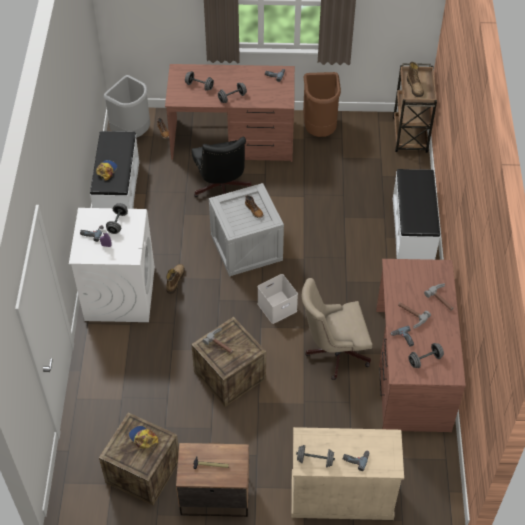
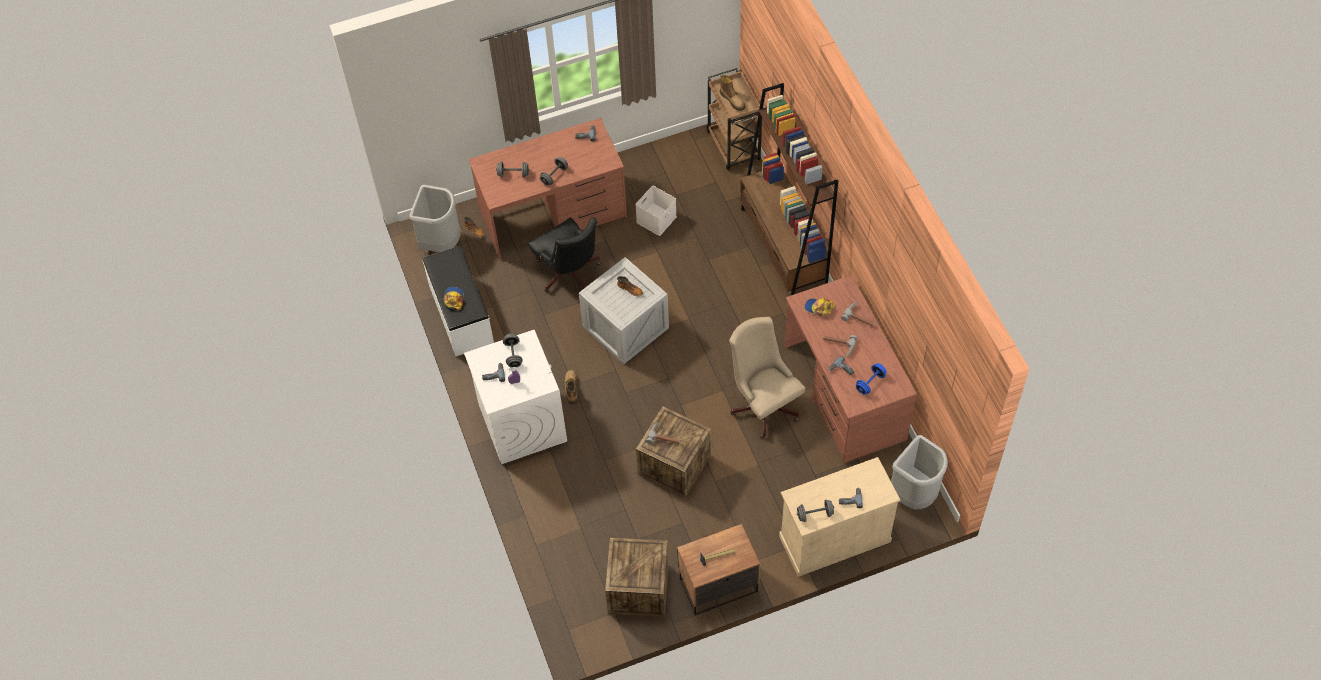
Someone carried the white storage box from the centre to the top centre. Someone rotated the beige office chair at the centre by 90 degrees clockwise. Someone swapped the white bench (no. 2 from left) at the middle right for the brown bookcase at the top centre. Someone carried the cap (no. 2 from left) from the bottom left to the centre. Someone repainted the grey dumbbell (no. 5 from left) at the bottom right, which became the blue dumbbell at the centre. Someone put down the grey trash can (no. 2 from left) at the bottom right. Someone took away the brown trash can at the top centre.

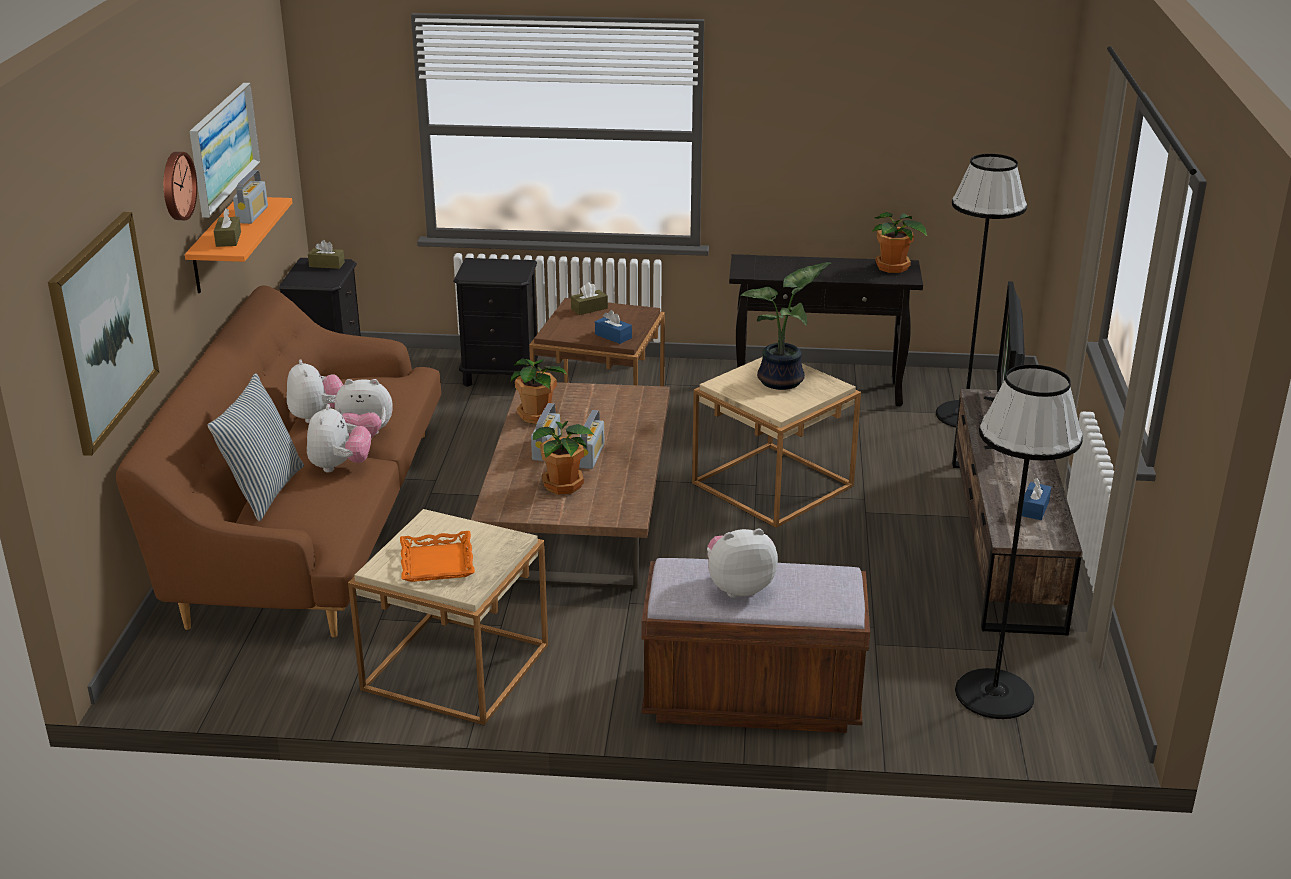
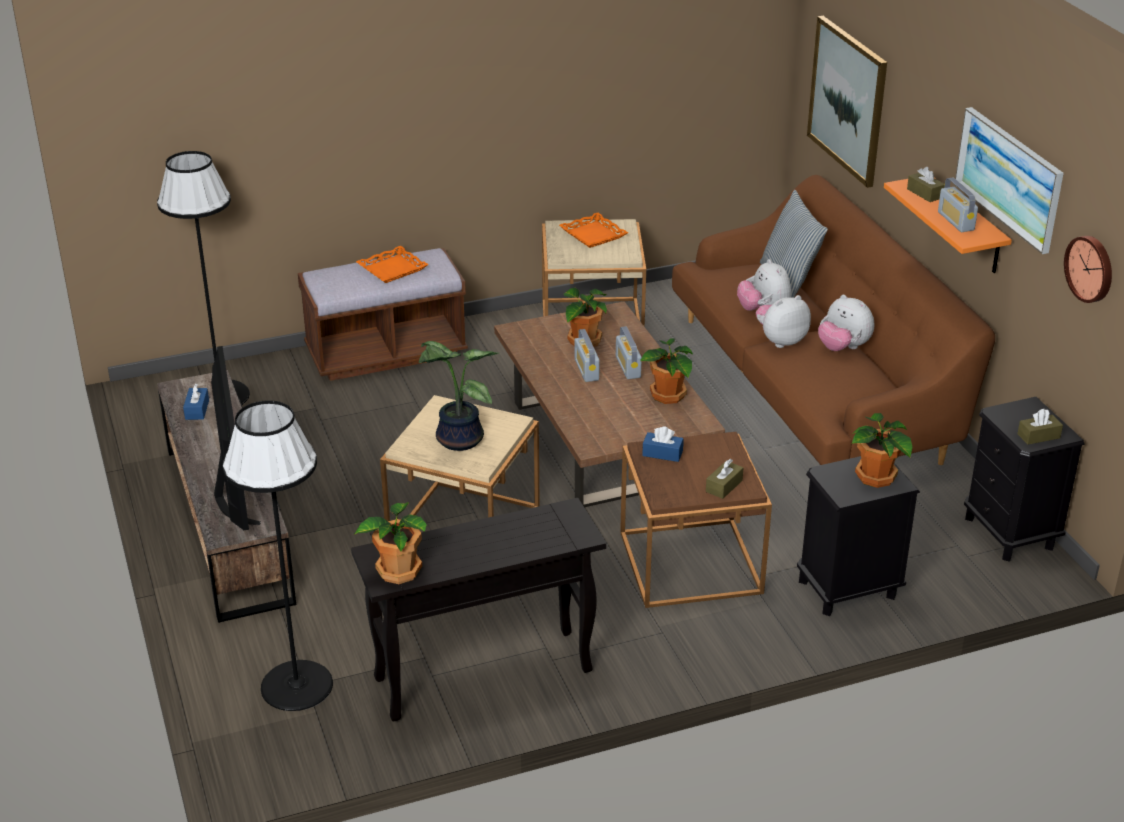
Someone swapped the plush toy (no. 4 from left) at the centre for the orange tray (no. 1 from left) at the top centre. Someone put down the potted plant (no. 5 from left) at the middle right. Someone carried the wall clock from the top left to the top right.

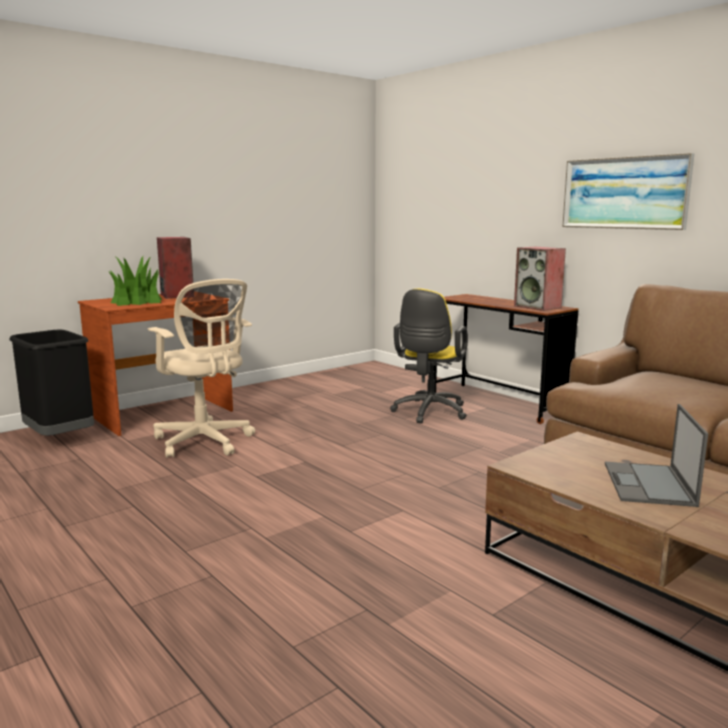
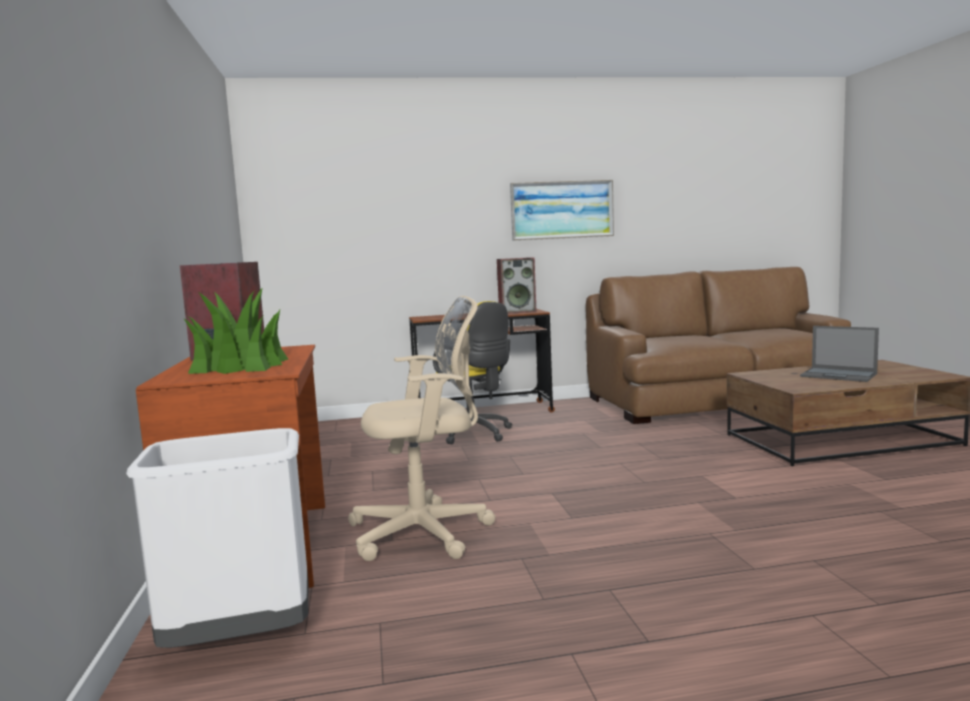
Someone repainted the black trash can at the middle left, which became the white trash can at the bottom left.

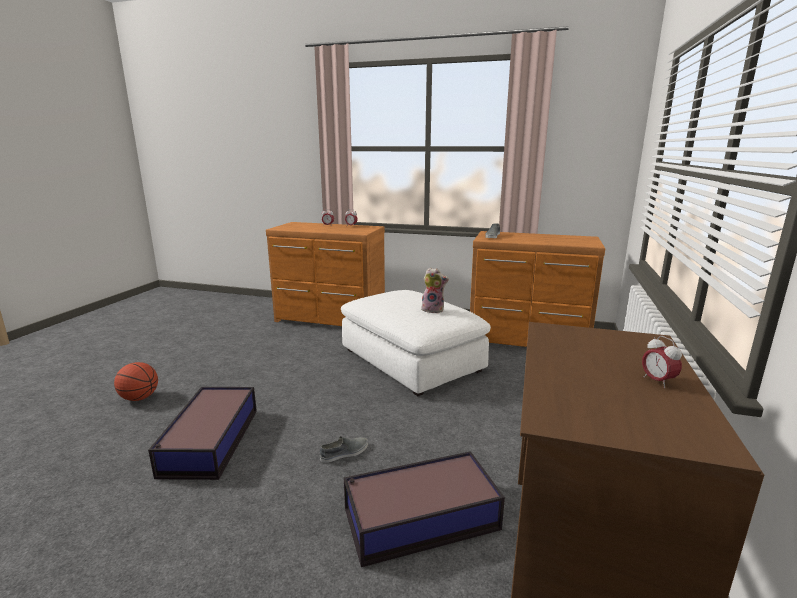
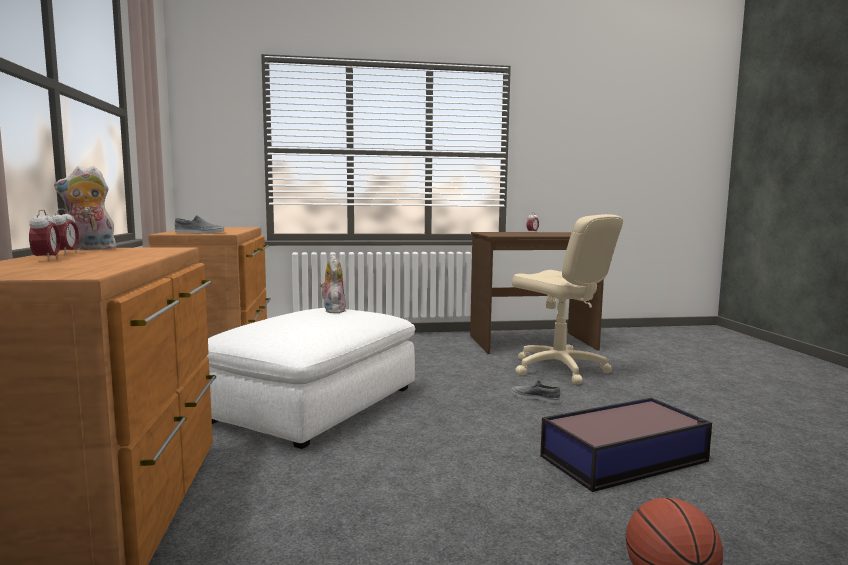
Someone put down the plush toy (no. 1 from left) at the middle left. Someone swapped the storage box (no. 2 from left) at the bottom centre for the beige office chair at the middle right.

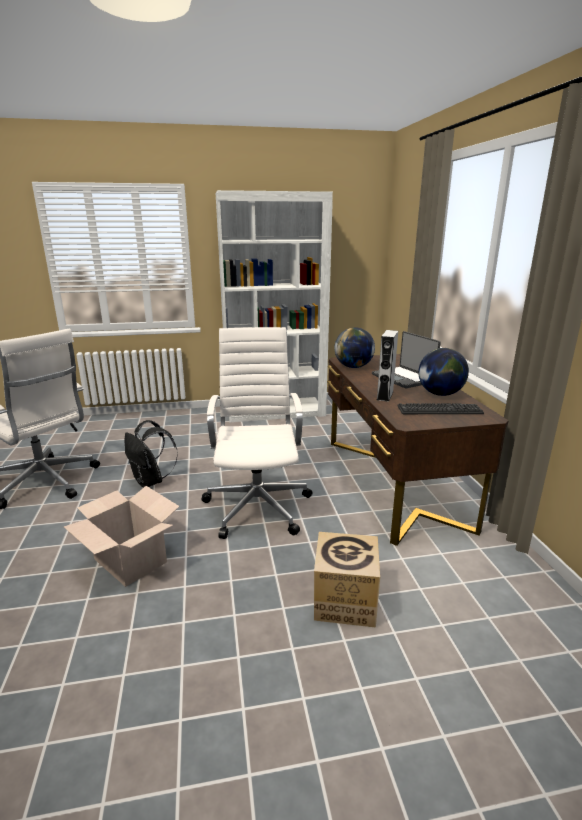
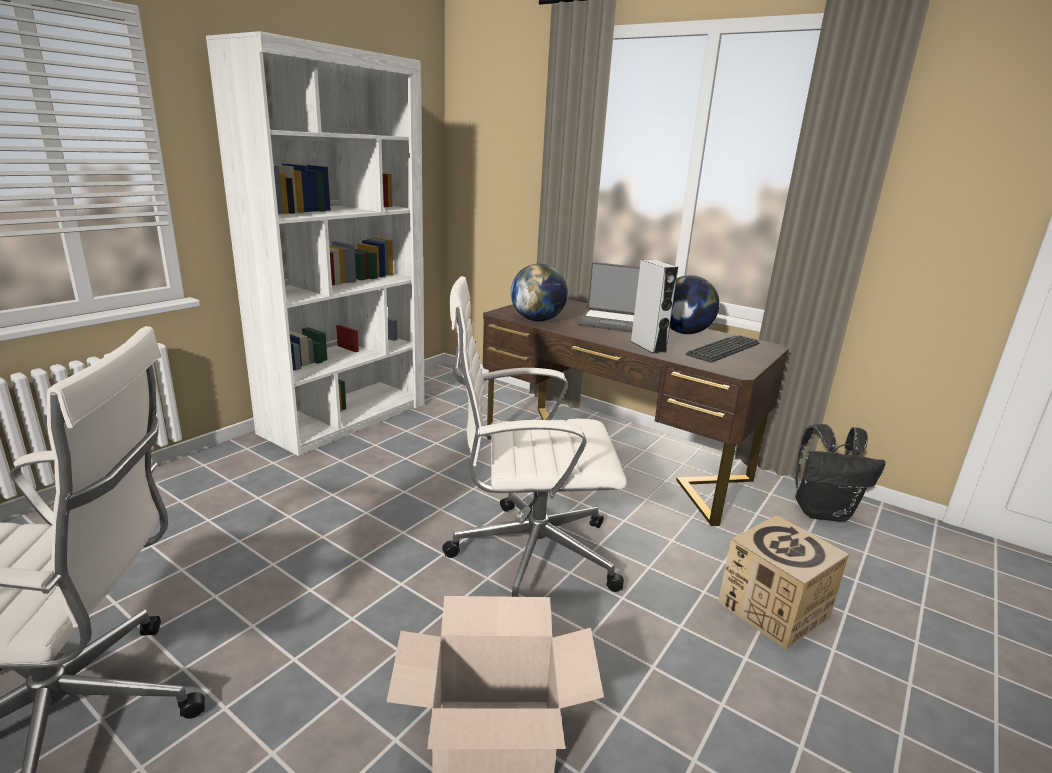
Someone rotated the white office chair (no. 2 from left) at the centre by 45 degrees counterclockwise. Someone carried the black backpack from the middle left to the middle right.

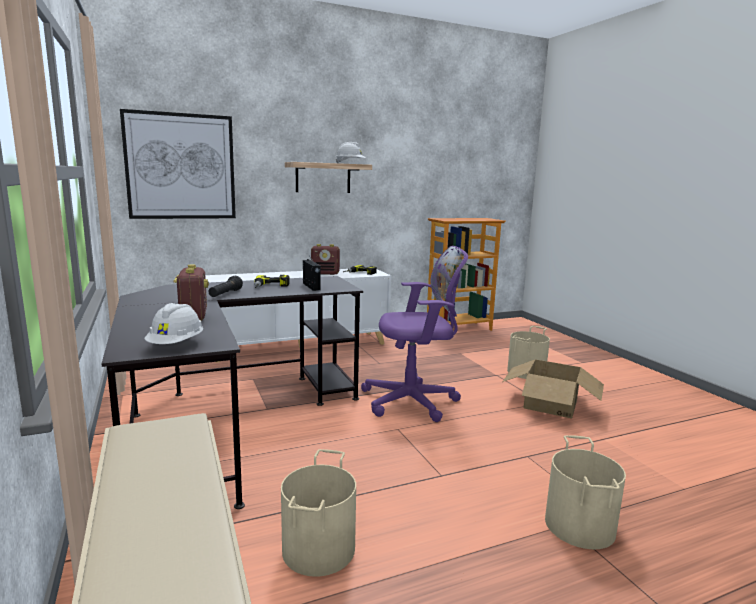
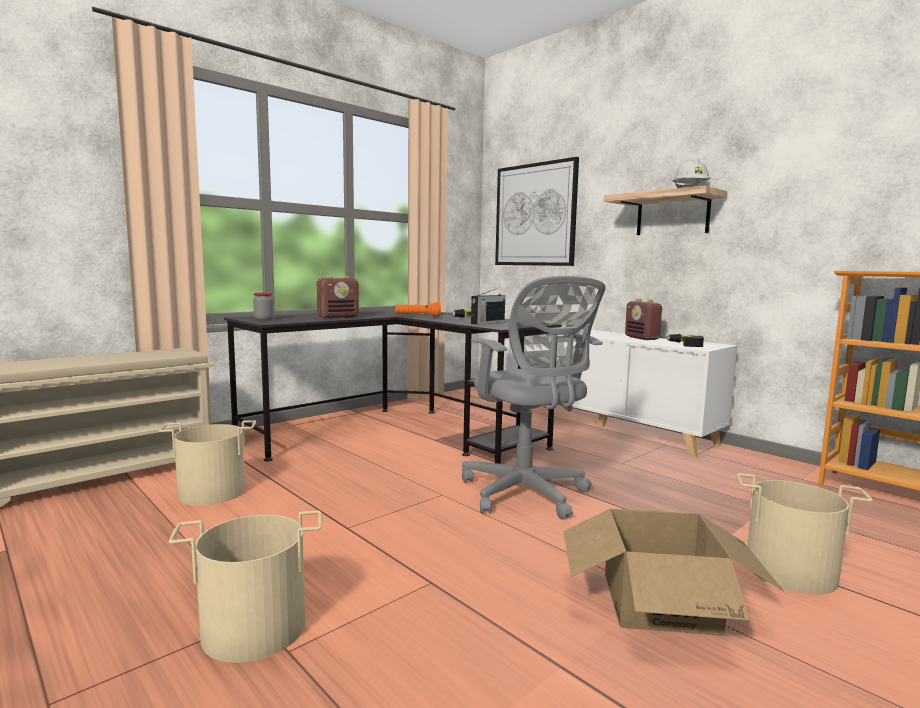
Someone swapped the white hard hat (no. 1 from left) at the middle left for the jar at the middle left. Someone repainted the black flashlight at the middle left, which became the orange flashlight at the centre. Someone repainted the purple office chair at the centre, which became the grey office chair at the centre.

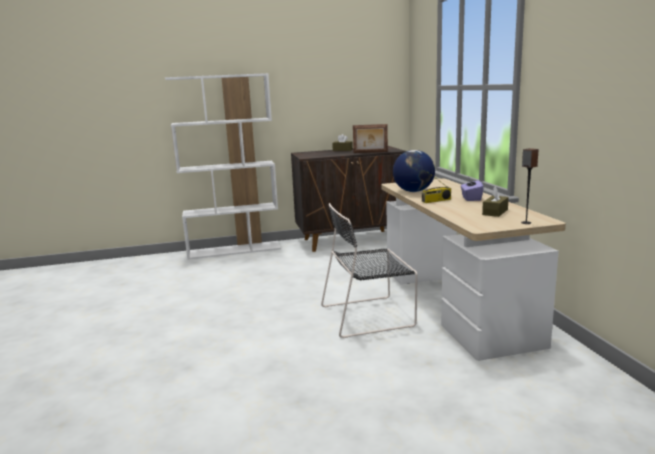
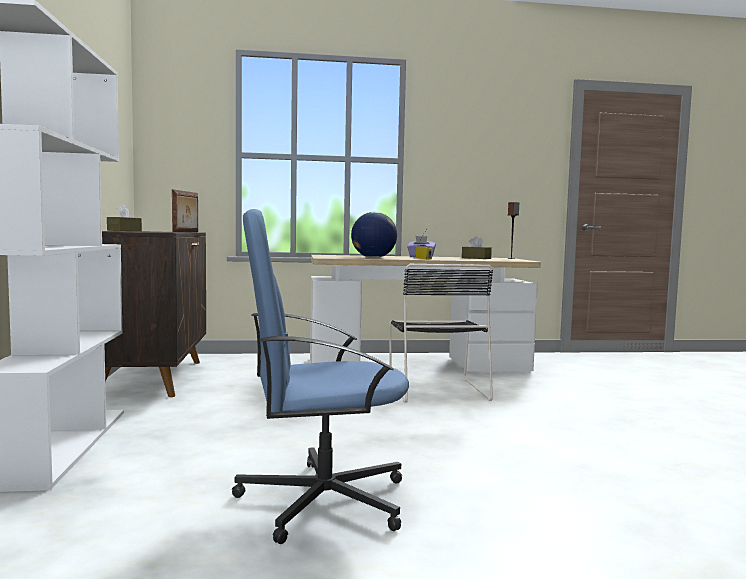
Someone put down the blue office chair at the centre.

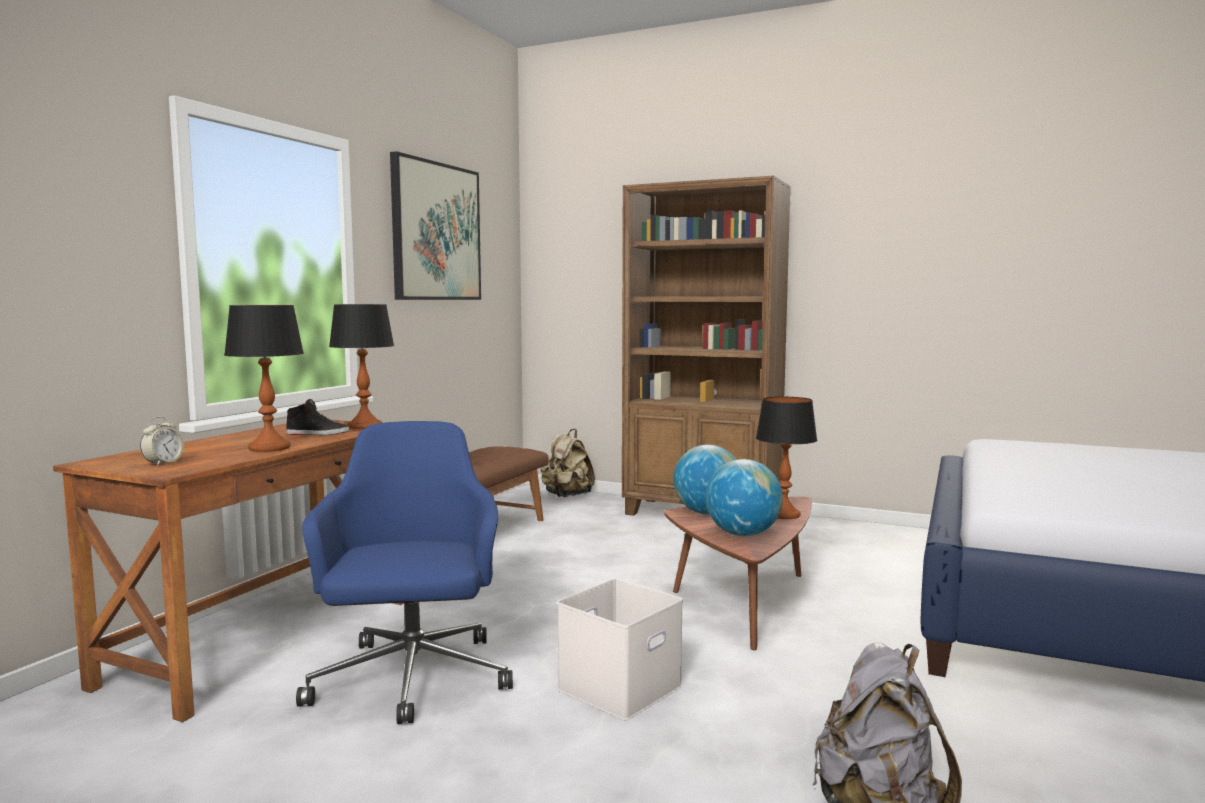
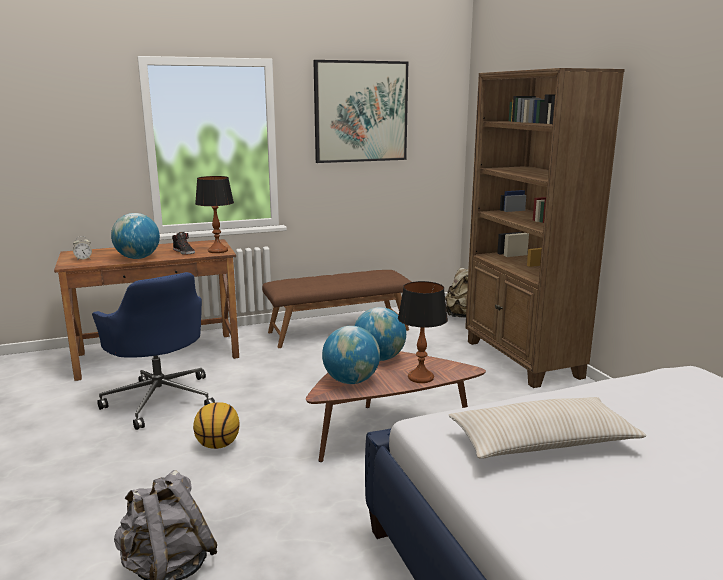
Someone rotated the blue office chair at the bottom centre by 105 degrees clockwise. Someone swapped the table lamp (no. 1 from left) at the middle left for the globe (no. 1 from left) at the middle left. Someone swapped the white storage box at the bottom centre for the basketball at the bottom left. Someone put down the beige pillow at the bottom right.

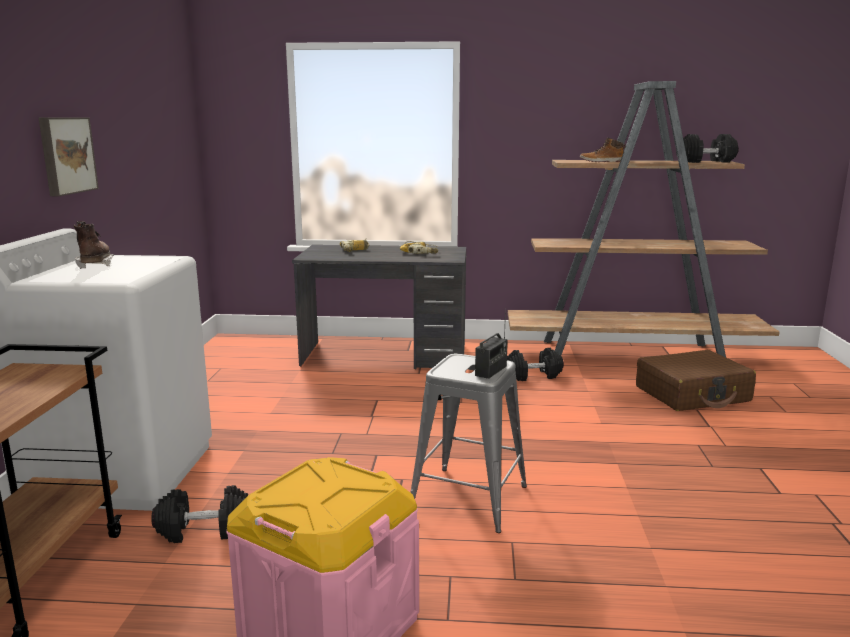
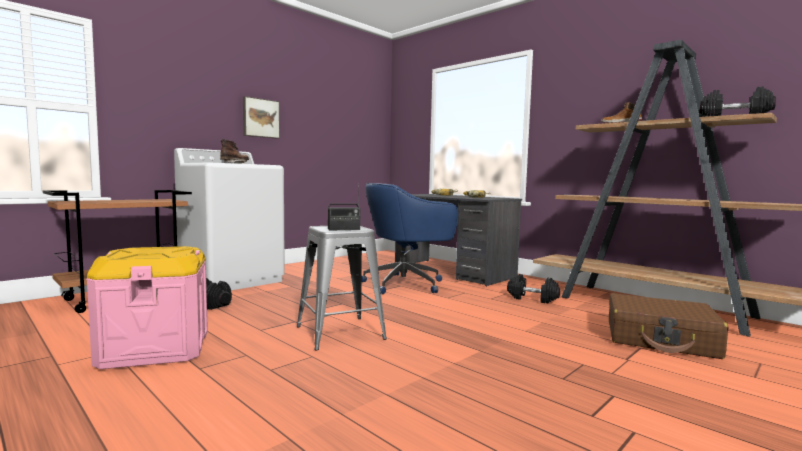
Someone put down the blue office chair at the centre.

